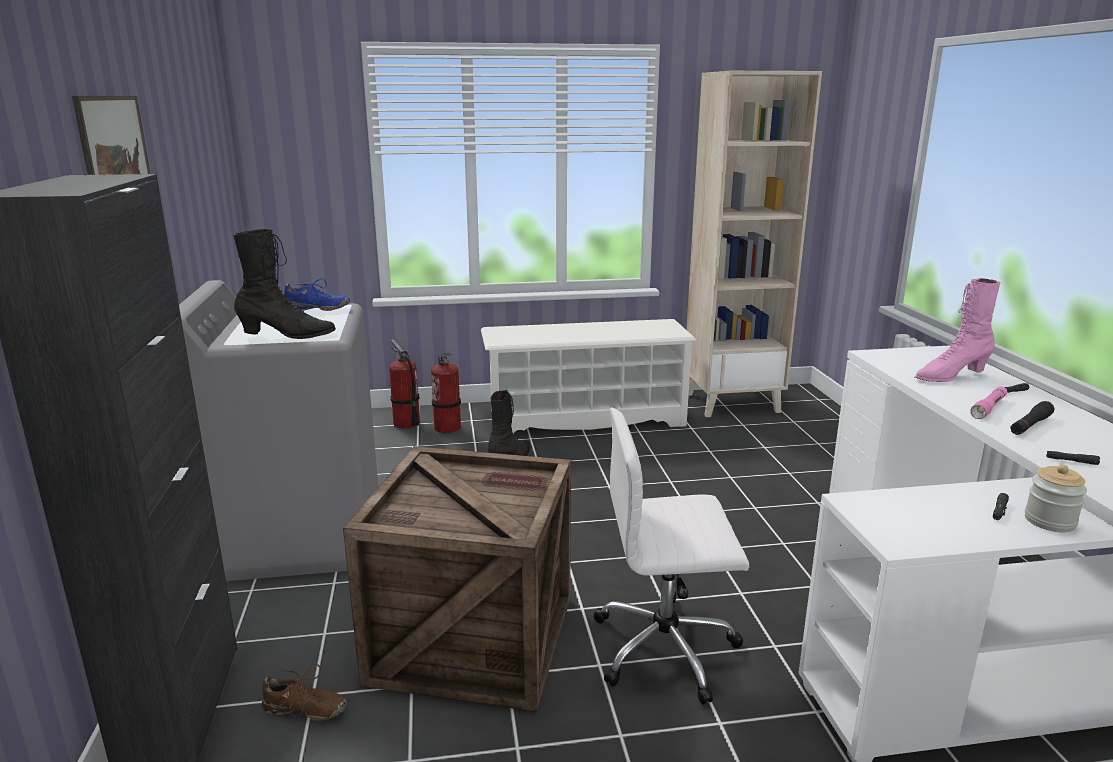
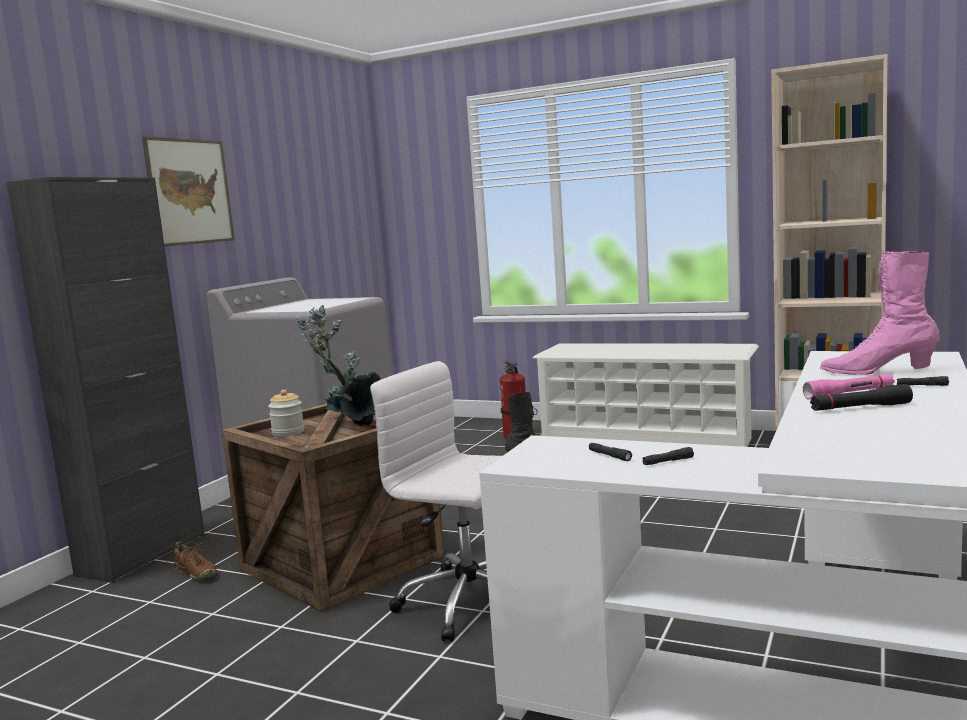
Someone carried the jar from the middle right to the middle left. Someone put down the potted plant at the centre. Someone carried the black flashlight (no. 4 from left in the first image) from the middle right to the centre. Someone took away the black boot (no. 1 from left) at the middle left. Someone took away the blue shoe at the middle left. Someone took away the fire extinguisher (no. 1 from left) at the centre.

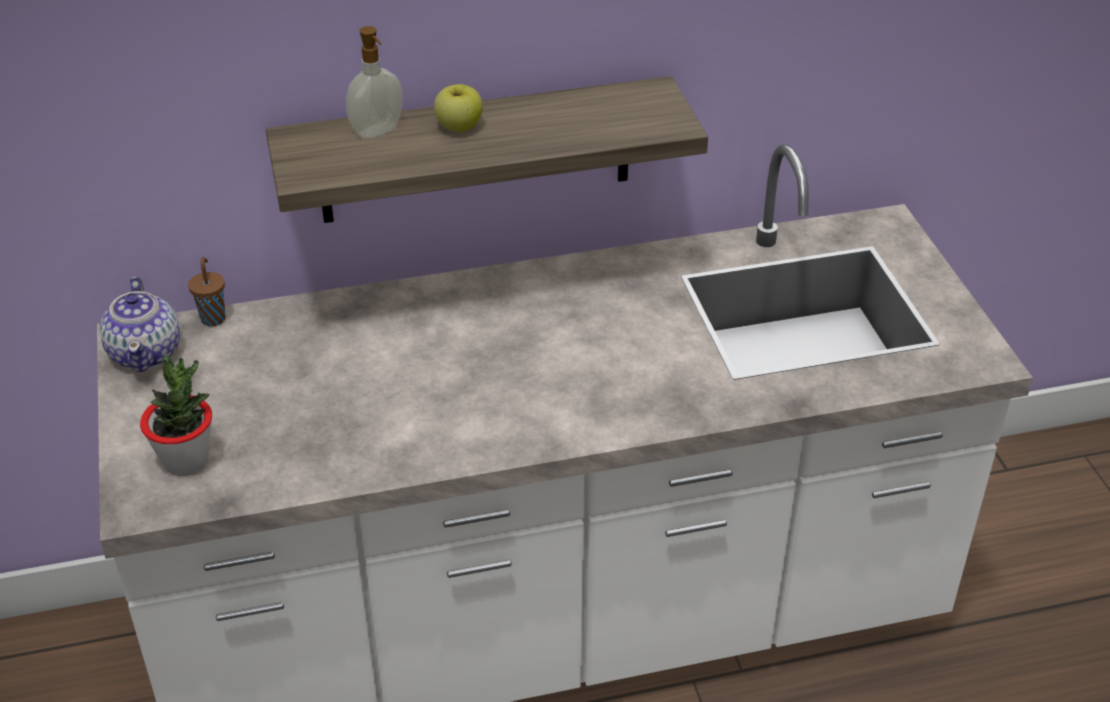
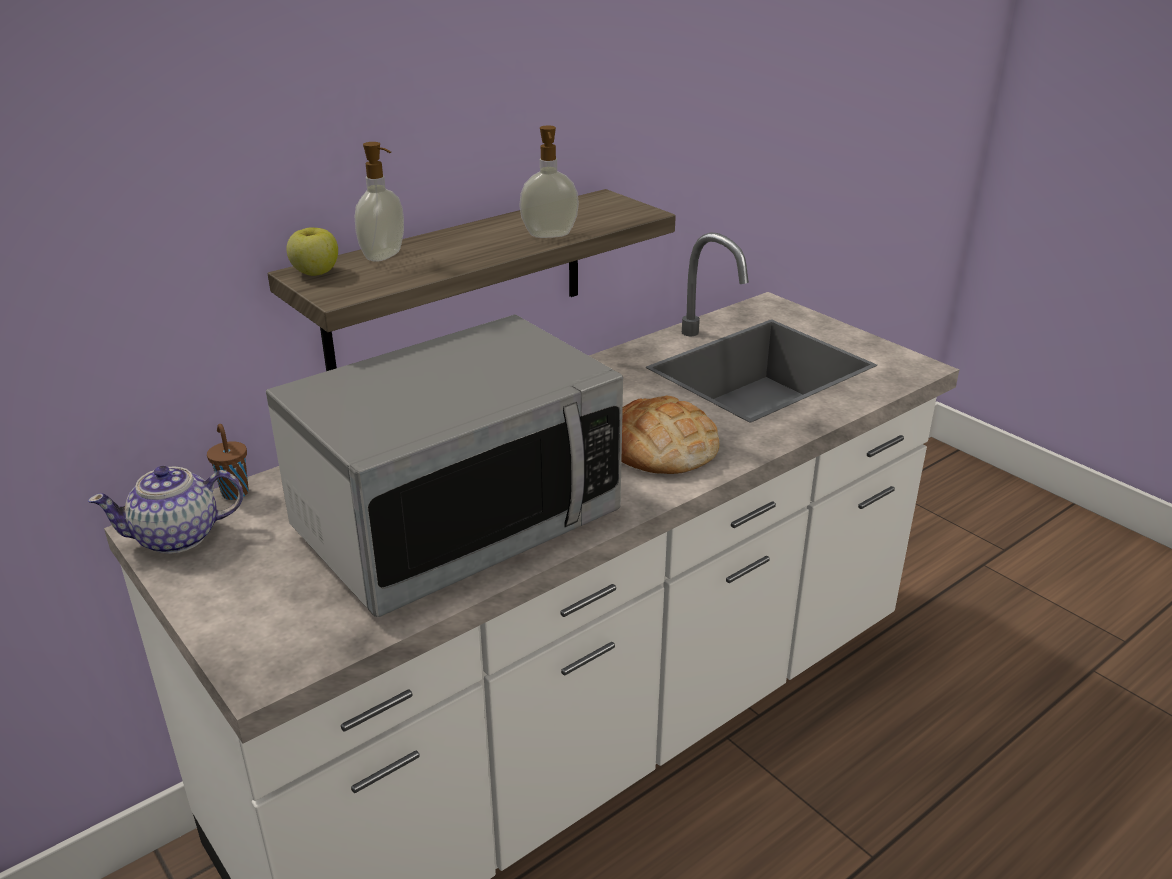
Someone rotated the teapot at the middle left by 105 degrees clockwise. Someone put down the microwave at the centre. Someone carried the apple from the top centre to the top left. Someone put down the soap dispenser (no. 2 from left) at the top centre. Someone put down the bread at the centre. Someone took away the potted plant at the middle left.

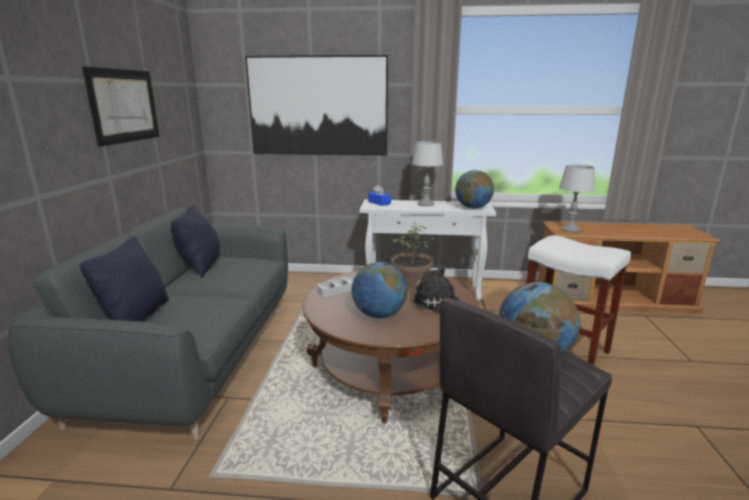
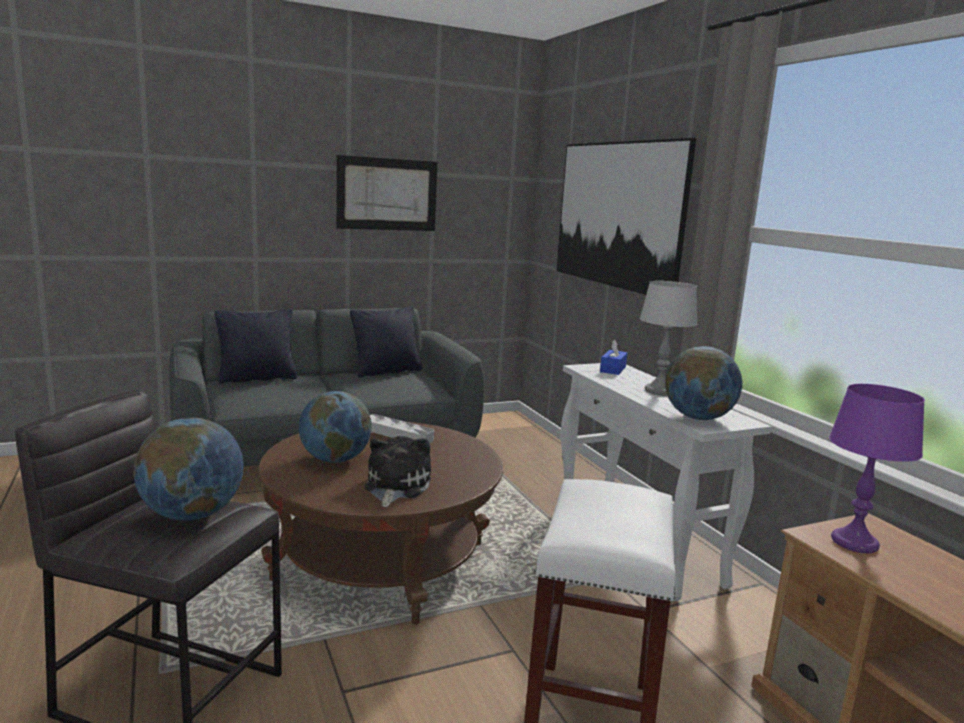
Someone repainted the grey table lamp (no. 2 from left) at the middle right, which became the purple table lamp at the middle right. Someone took away the potted plant at the centre.

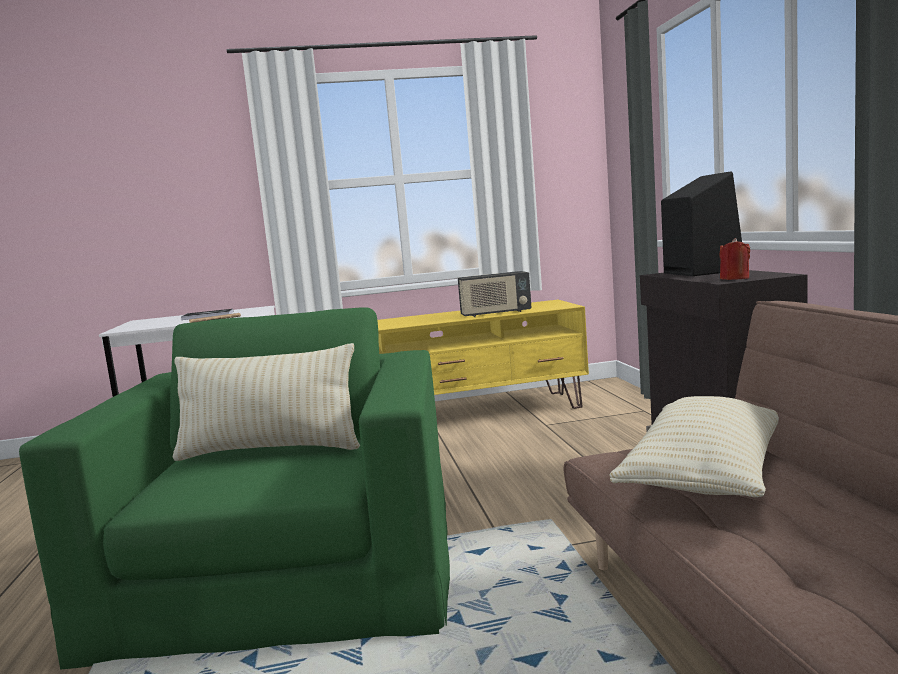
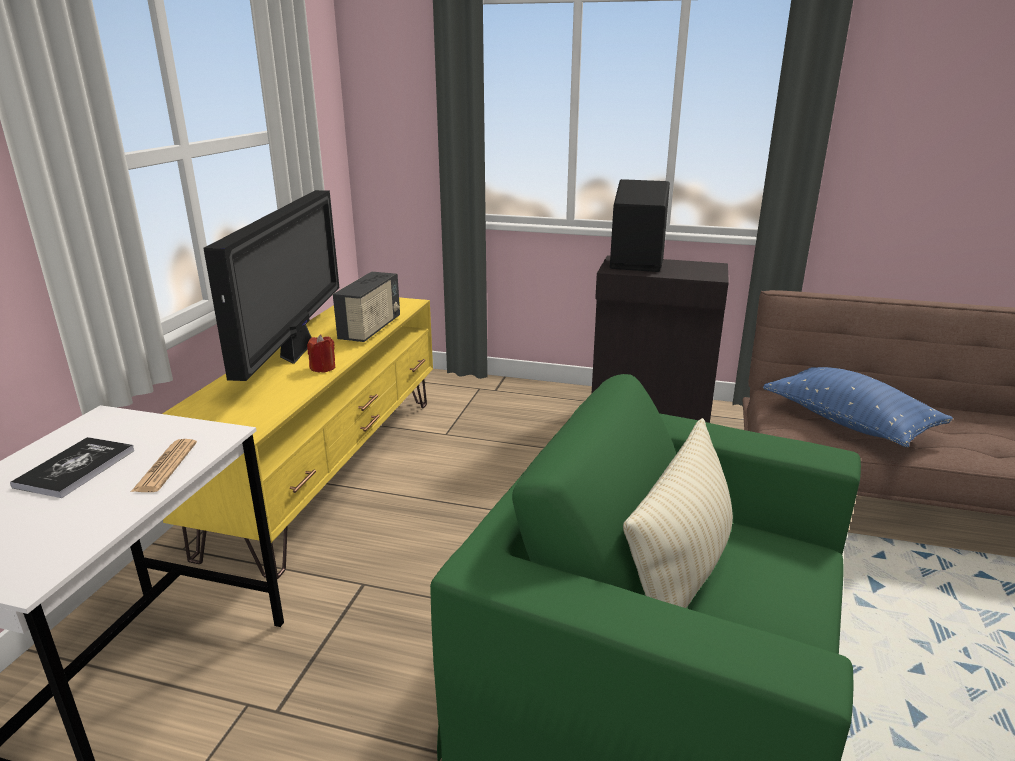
Someone put down the television at the middle left. Someone carried the red candle from the middle right to the middle left. Someone repainted the beige pillow (no. 2 from left) at the middle right, which became the blue pillow at the middle right.

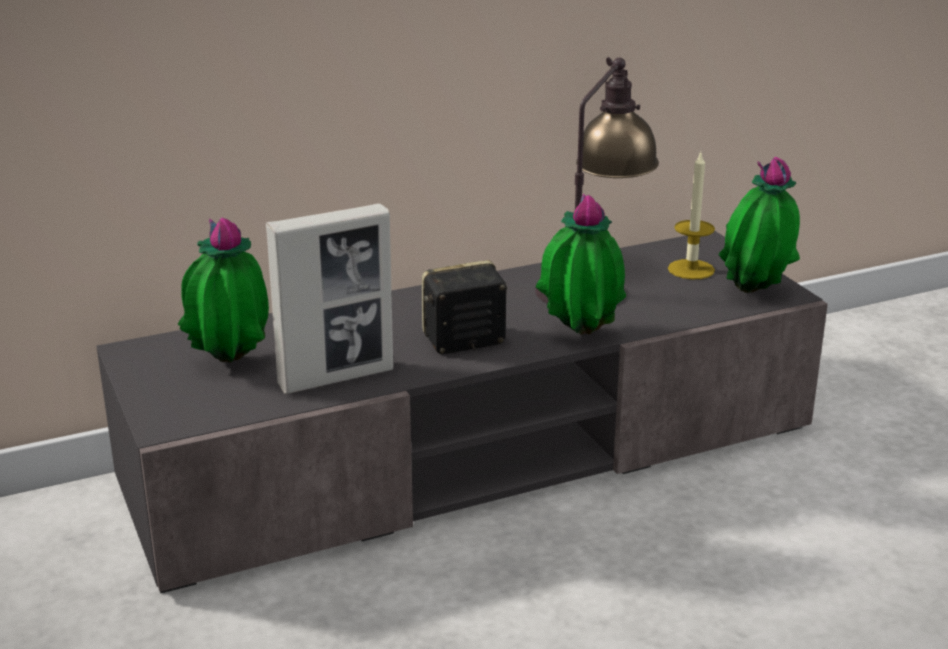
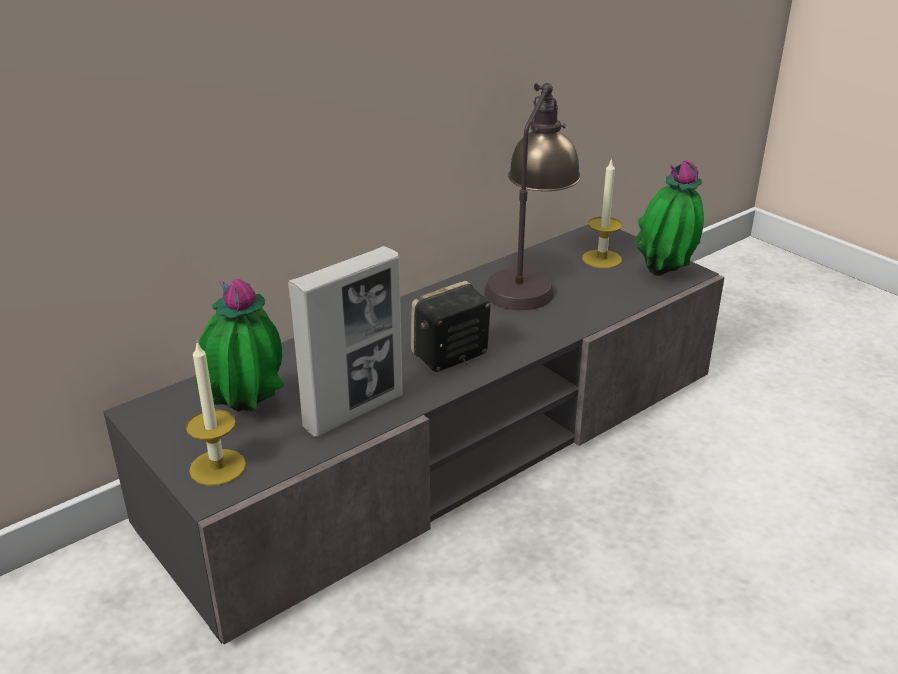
Someone put down the candle (no. 1 from left) at the middle left. Someone took away the potted plant (no. 2 from left) at the centre.

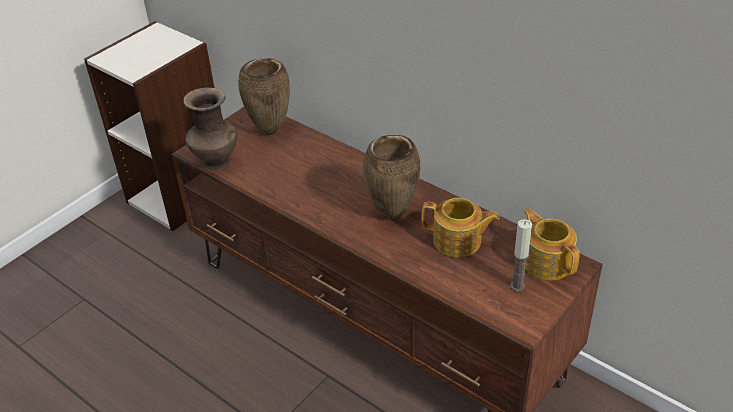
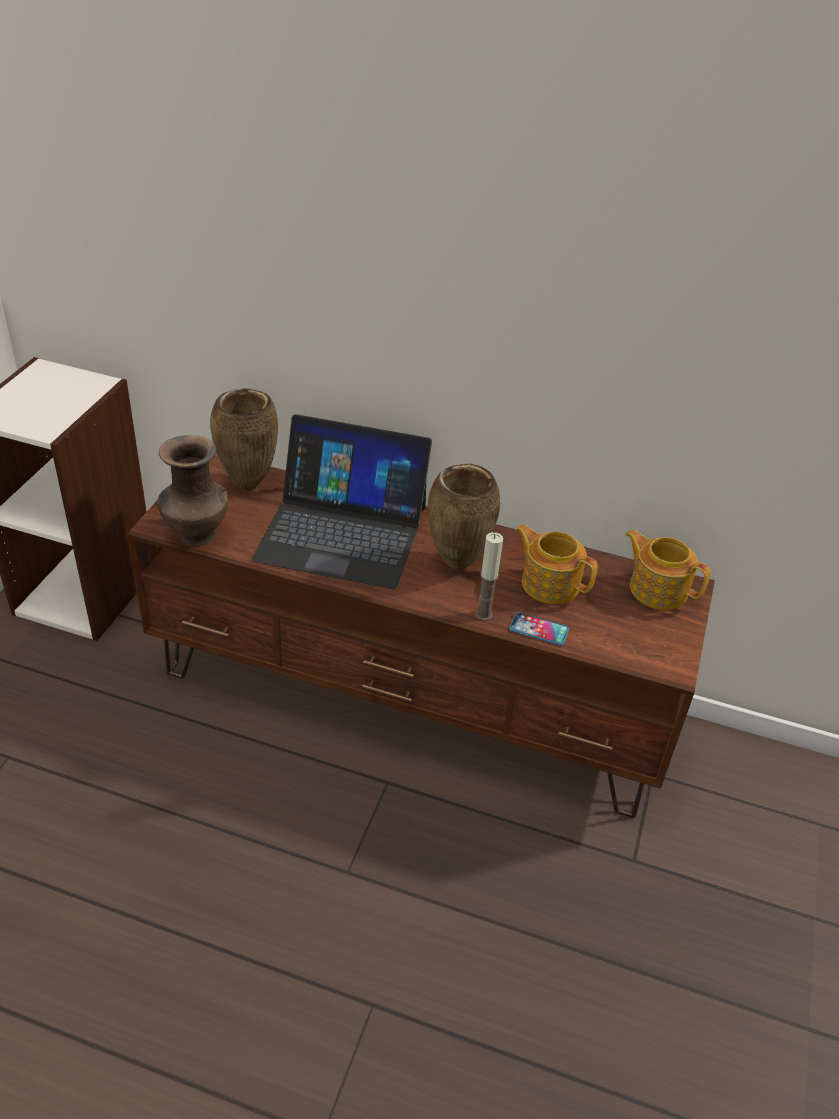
Someone put down the laptop at the centre. Someone carried the candle from the middle right to the centre. Someone put down the phone at the centre. Someone rotated the teapot (no. 1 from left) at the centre by 135 degrees counterclockwise.

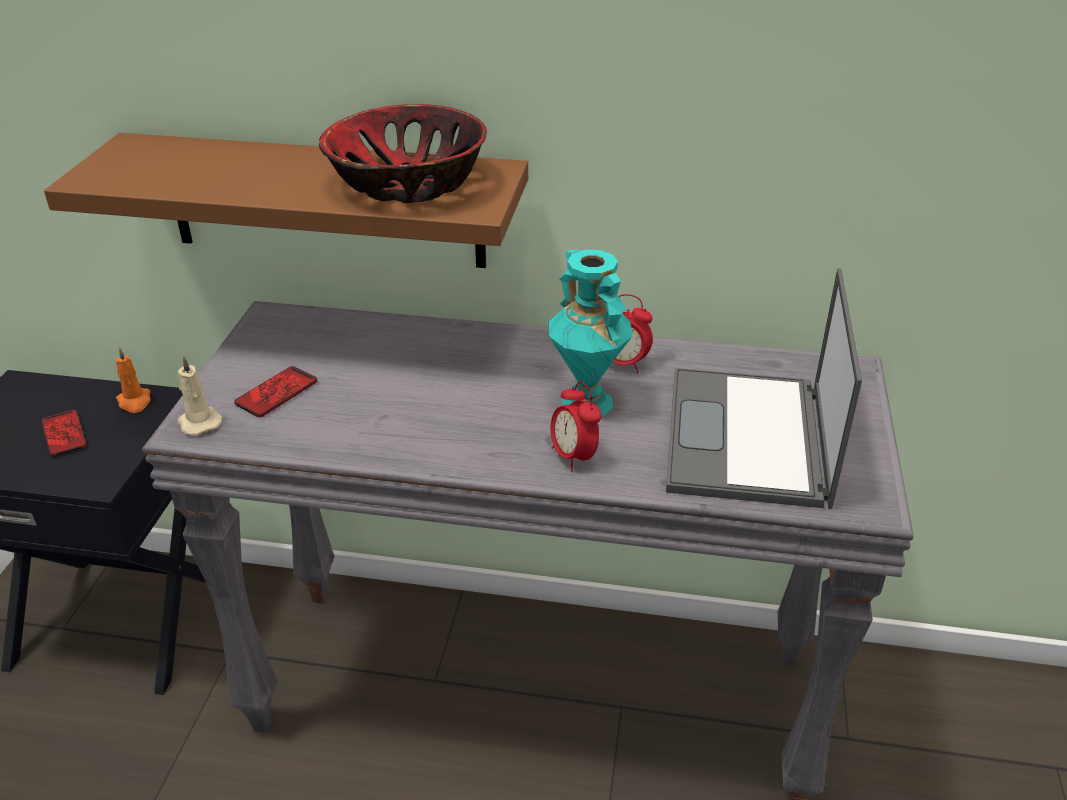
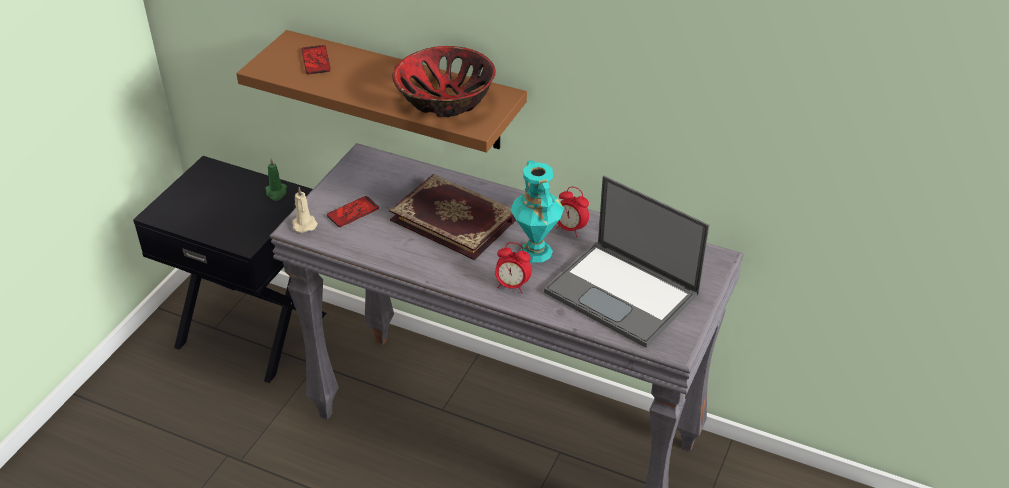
Someone repainted the orange candle at the middle left, which became the green candle at the middle left. Someone carried the phone (no. 1 from left) from the middle left to the top left. Someone put down the book at the centre. Someone rotated the alarm clock (no. 1 from left) at the centre by 60 degrees counterclockwise. Someone rotated the laptop at the middle right by 75 degrees counterclockwise.

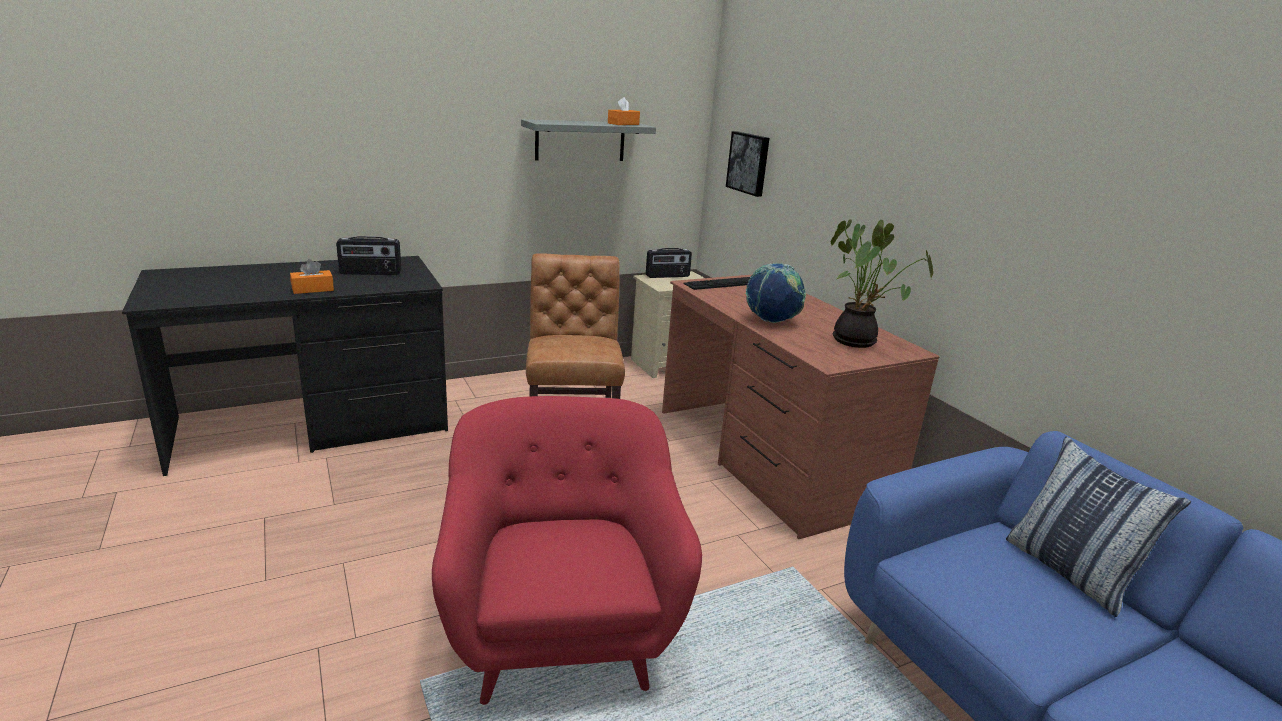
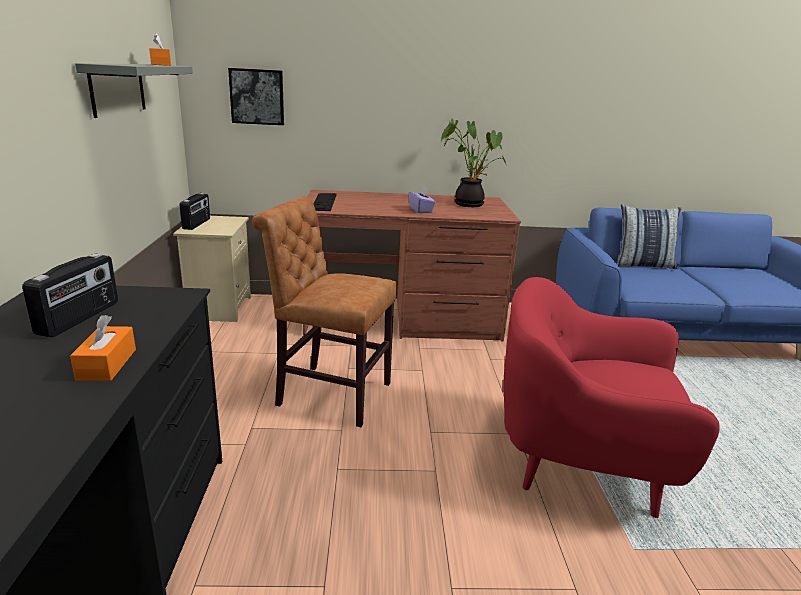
Someone swapped the globe at the centre for the purple tissue box at the centre.

